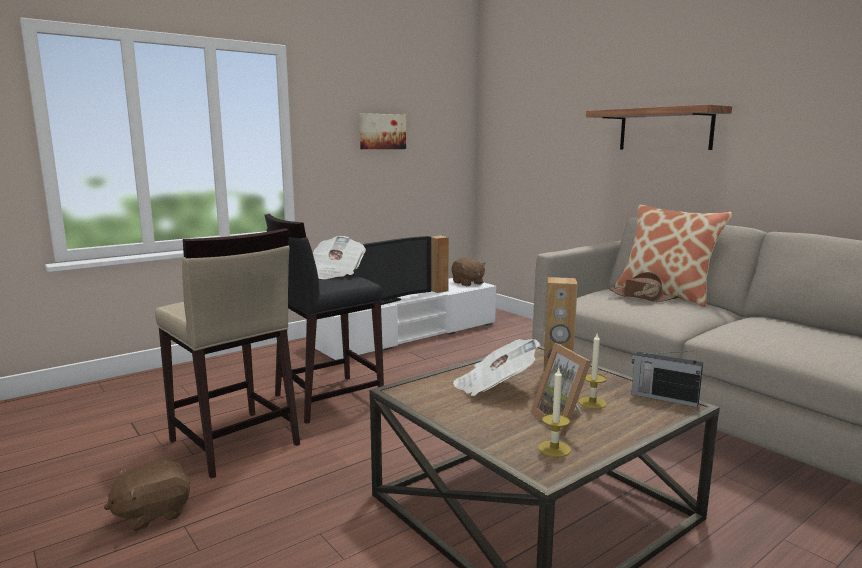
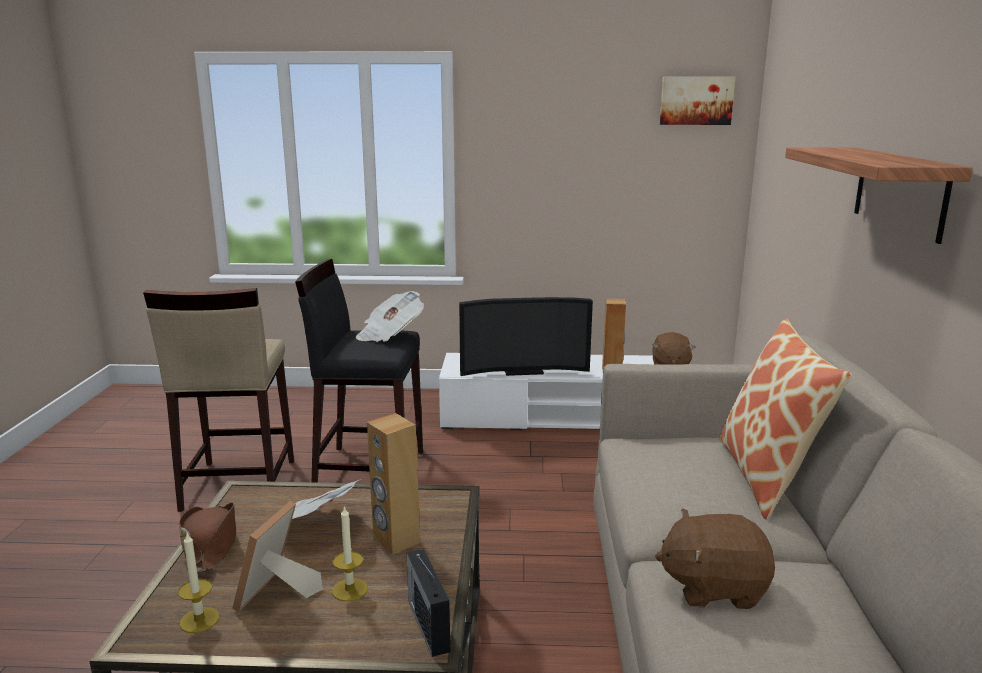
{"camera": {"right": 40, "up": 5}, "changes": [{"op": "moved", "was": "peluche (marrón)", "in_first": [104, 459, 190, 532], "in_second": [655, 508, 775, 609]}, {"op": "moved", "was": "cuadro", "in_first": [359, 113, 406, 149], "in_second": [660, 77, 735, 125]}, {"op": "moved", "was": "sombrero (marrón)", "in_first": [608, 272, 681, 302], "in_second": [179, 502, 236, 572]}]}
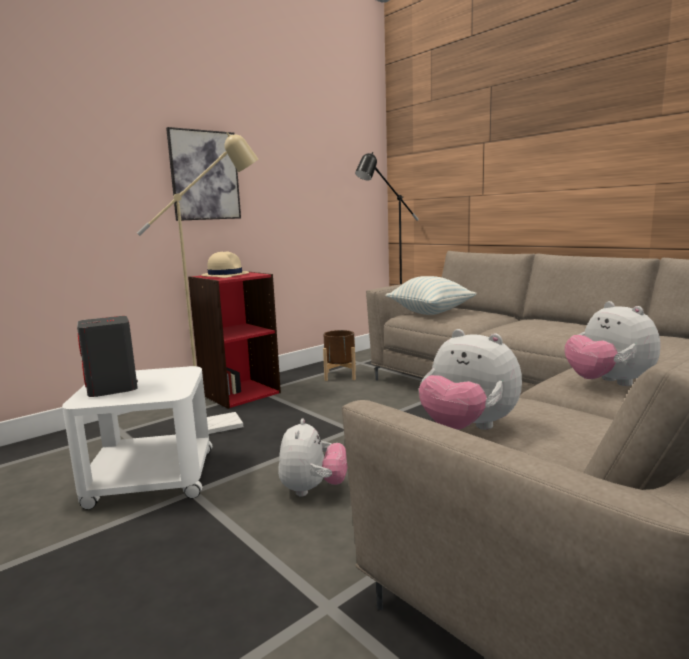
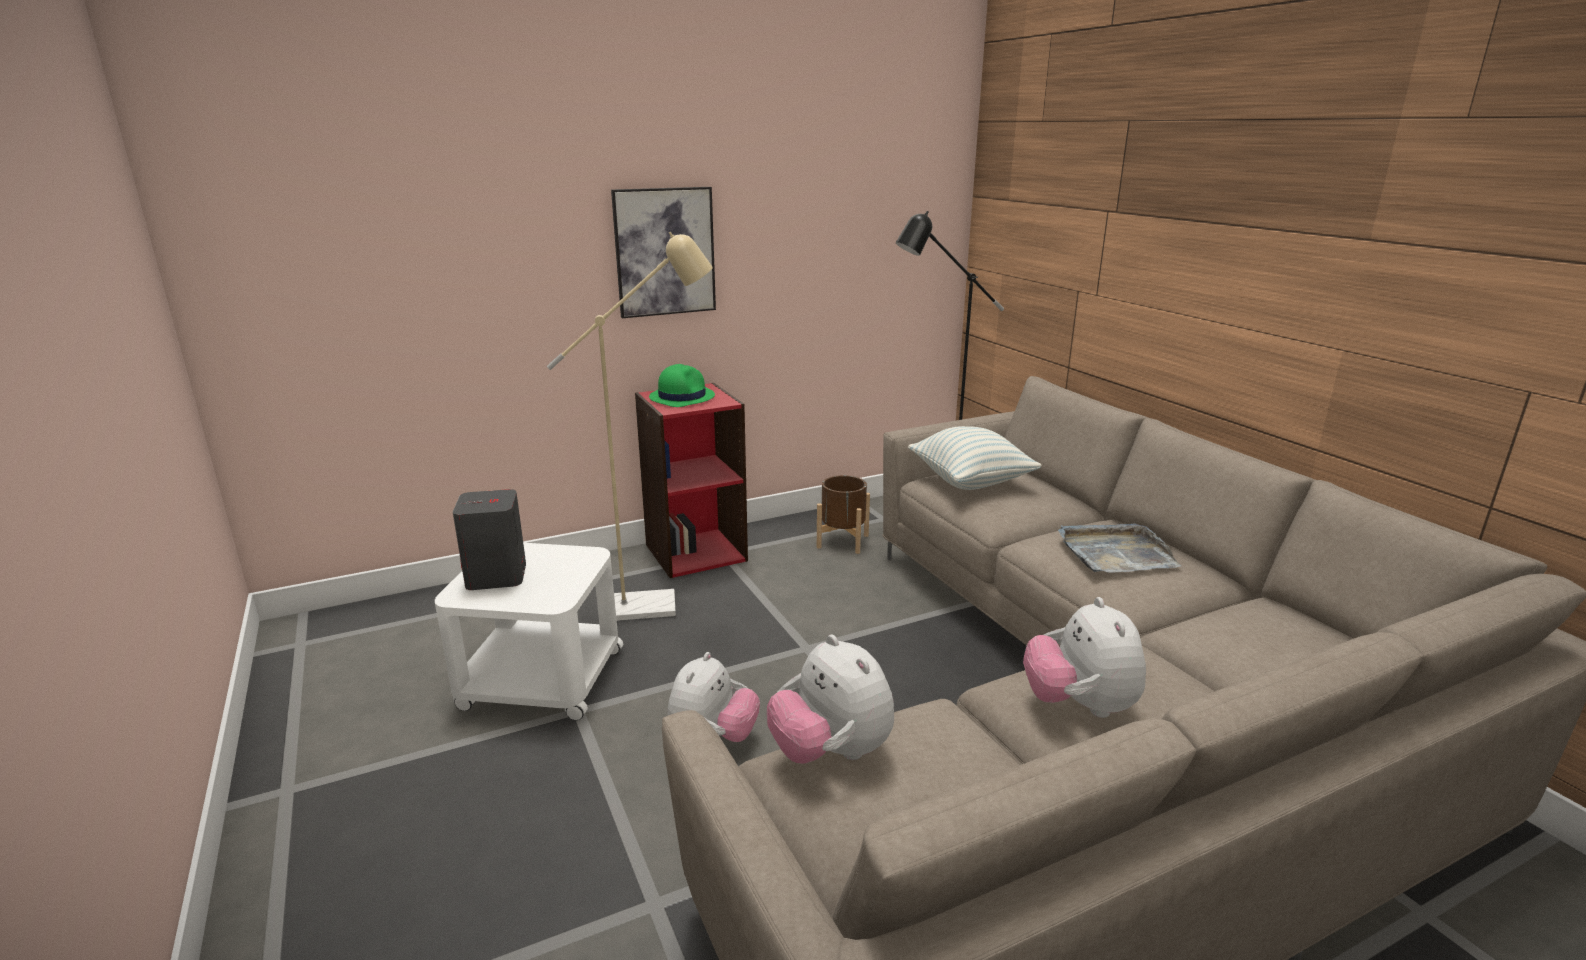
{"camera": {"right": 15, "up": 10}, "changes": [{"op": "recoloured", "was": "sombrero (beis)", "now": "sombrero (verde)", "in_first": [201, 251, 249, 278], "in_second": [649, 364, 715, 407]}, {"op": "added", "now": "bandeja (gris)", "in_second": [1058, 524, 1181, 573]}]}
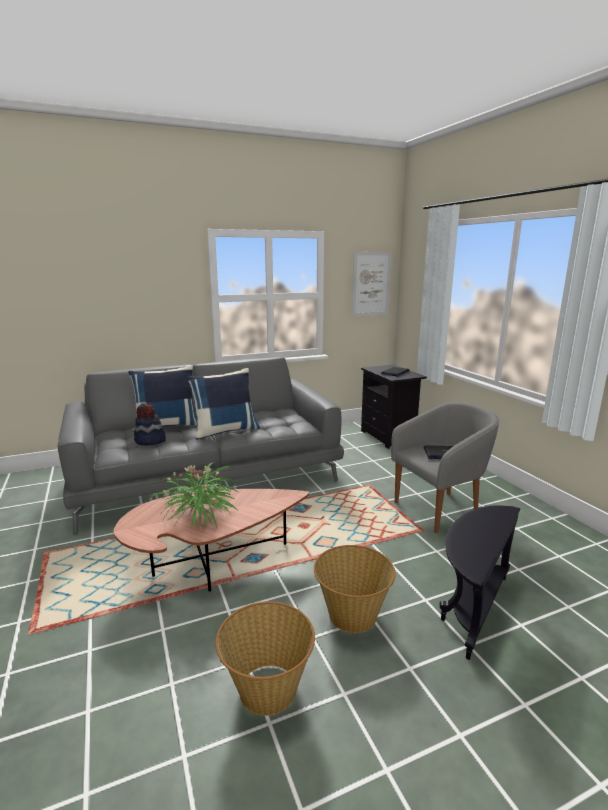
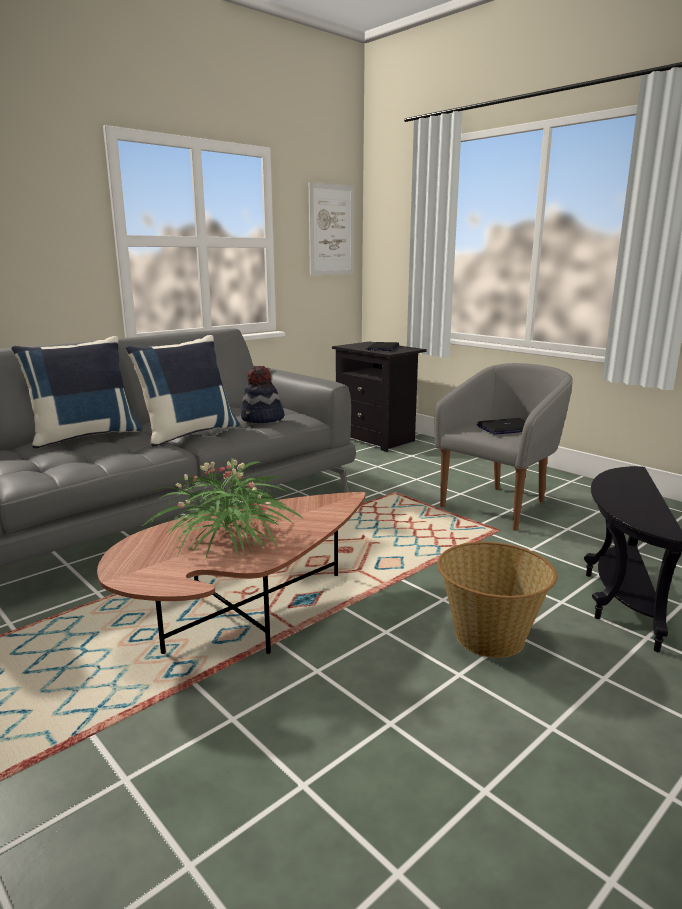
{"camera": {"right": -20, "up": 0}, "changes": [{"op": "moved", "was": "sombrero", "in_first": [134, 403, 166, 445], "in_second": [241, 366, 285, 423]}, {"op": "removed", "was": "cesta", "in_first": [215, 602, 315, 716]}]}
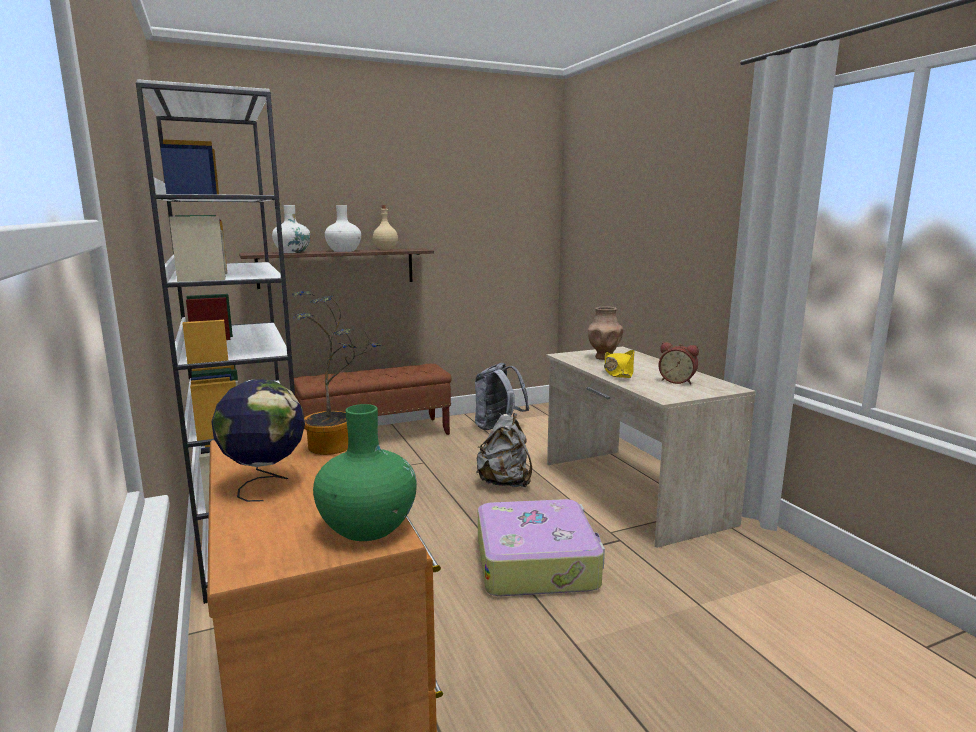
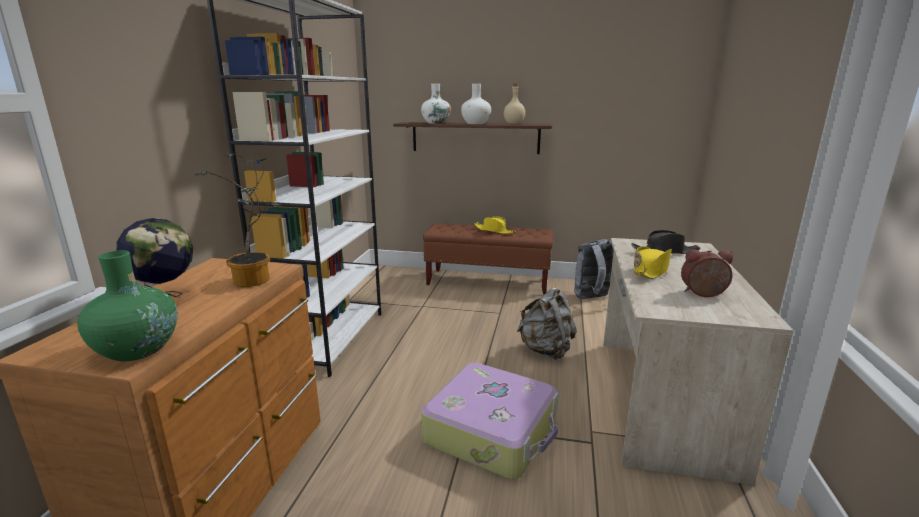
{"camera": {"right": 35, "up": 5}, "changes": [{"op": "replaced", "was": "florero (marrón)", "now": "sombrero (negro)", "in_first": [588, 306, 623, 360], "in_second": [631, 230, 700, 254]}, {"op": "turned", "was": "despertador", "in_first": [658, 342, 699, 384], "in_second": [681, 249, 733, 297], "clockwise": 120}, {"op": "added", "now": "sombrero (amarillo)", "in_second": [474, 216, 516, 234]}]}
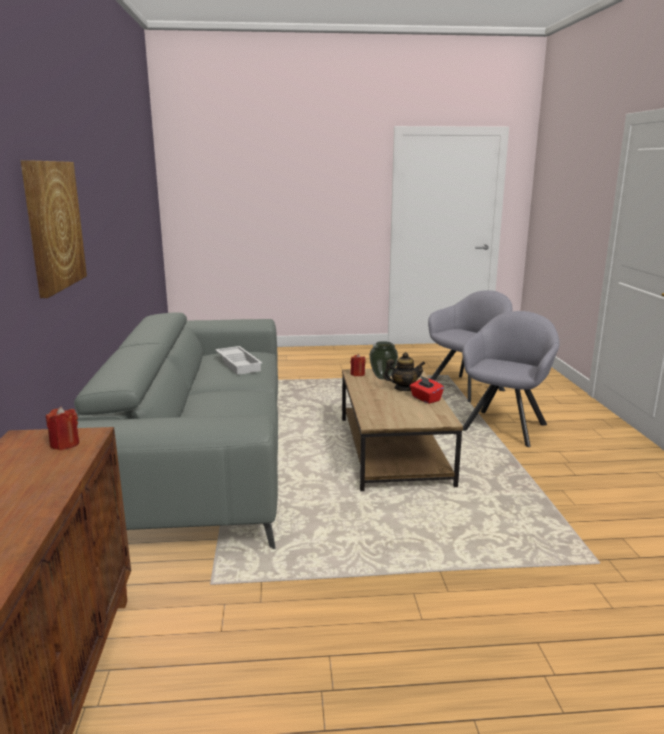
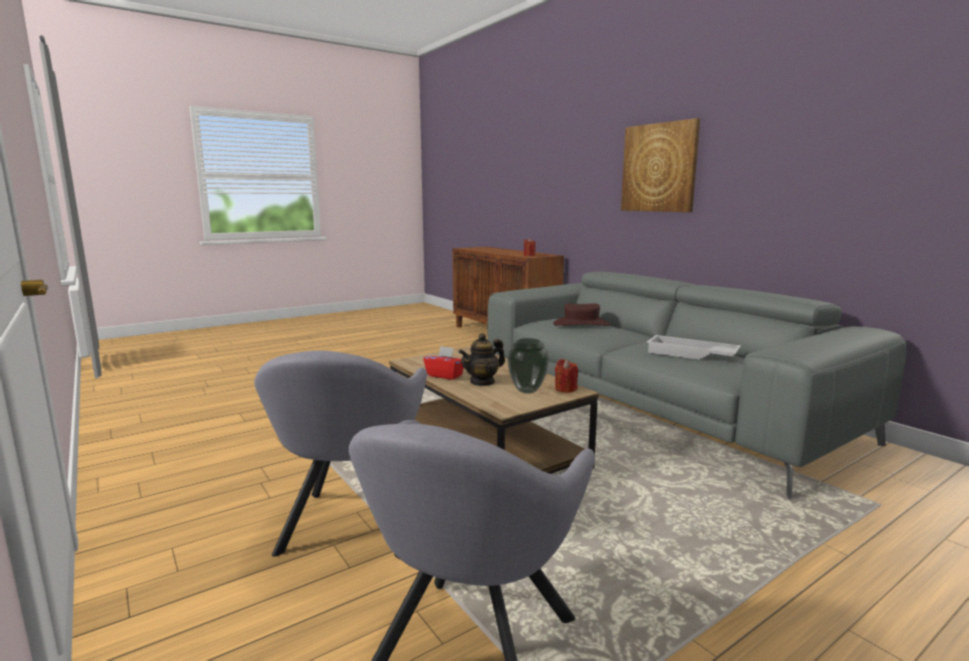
{"camera": {"right": 150, "up": -5}, "changes": [{"op": "added", "now": "sombrero (marrón)", "in_second": [553, 303, 610, 326]}]}
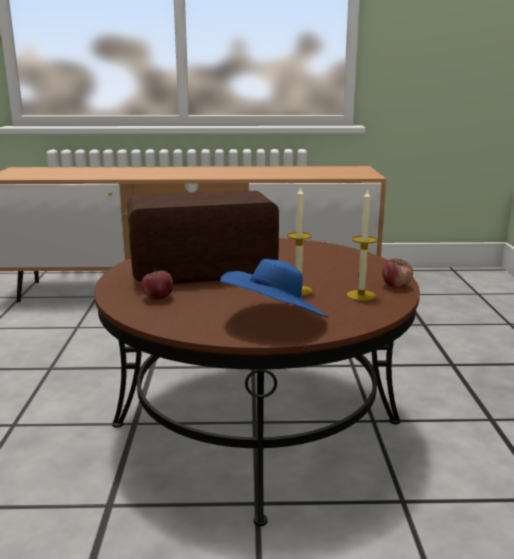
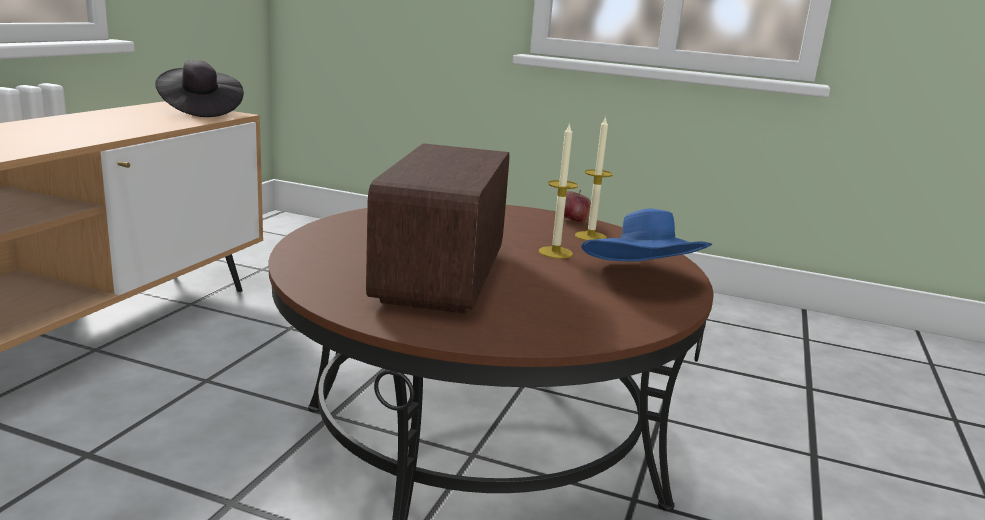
{"camera": {"right": -70, "up": 0}, "changes": [{"op": "removed", "was": "manzana", "in_first": [141, 268, 173, 300]}, {"op": "added", "now": "sombrero (negro)", "in_second": [155, 60, 244, 117]}]}
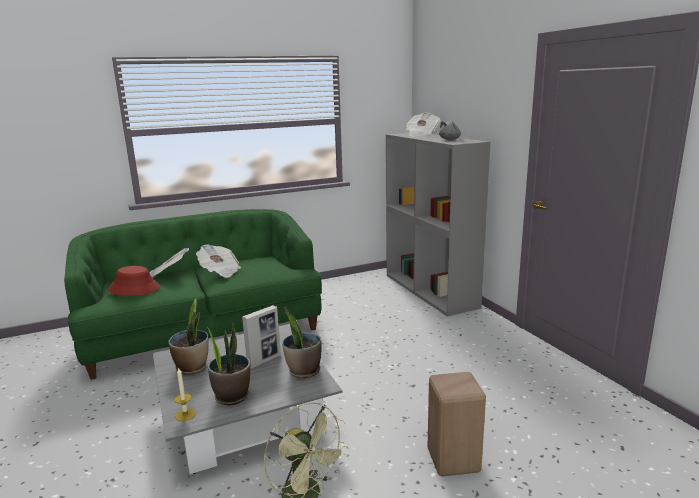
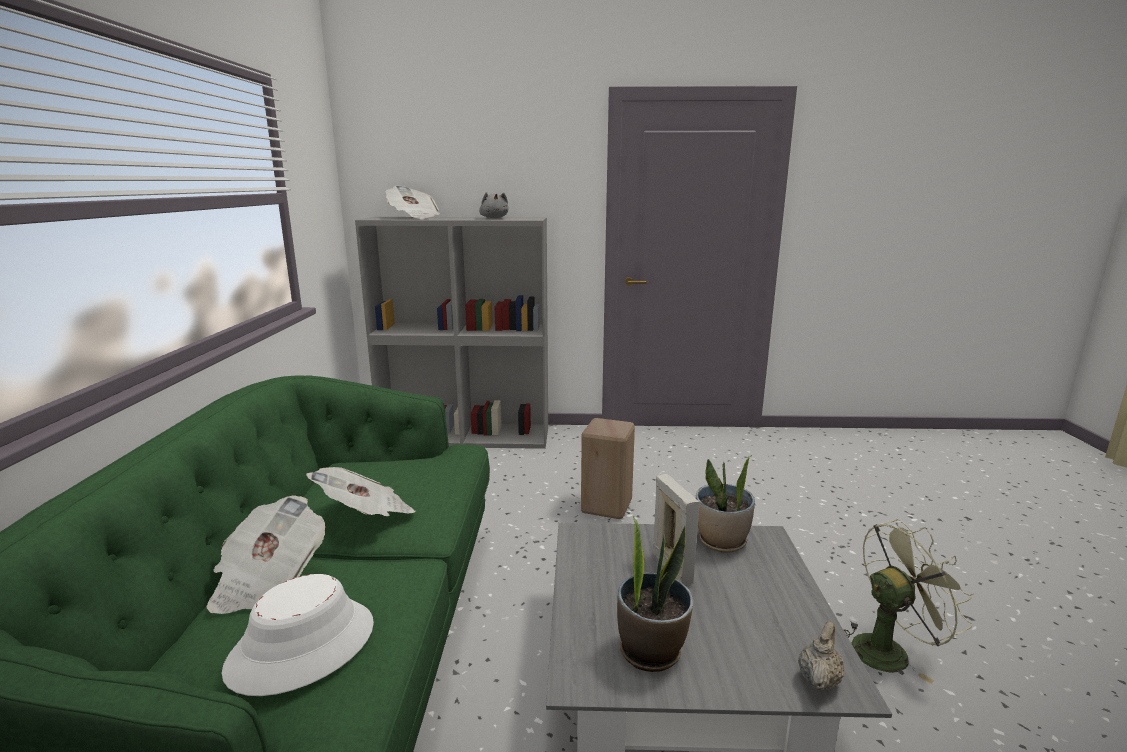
{"camera": {"right": -65, "up": 0}, "changes": [{"op": "recoloured", "was": "sombrero (rojo)", "now": "sombrero (blanco)", "in_first": [108, 266, 161, 296], "in_second": [222, 574, 374, 696]}, {"op": "replaced", "was": "vela", "now": "tetera (beis)", "in_first": [174, 367, 196, 421], "in_second": [798, 621, 844, 691]}, {"op": "removed", "was": "planta en maceta", "in_first": [206, 322, 250, 406]}, {"op": "moved", "was": "taburete (beis)", "in_first": [428, 372, 486, 477], "in_second": [581, 418, 635, 519]}]}
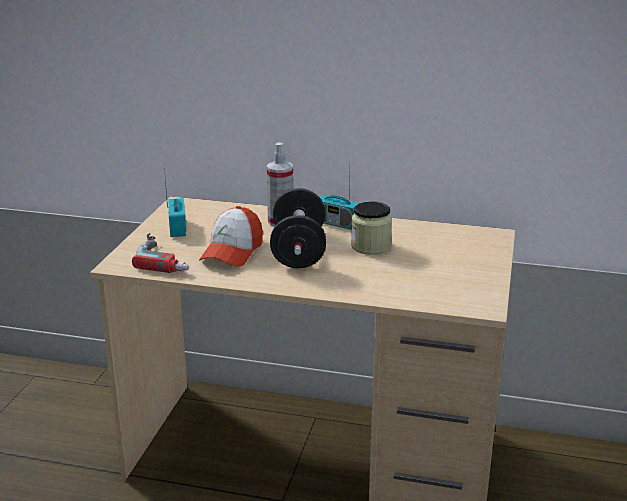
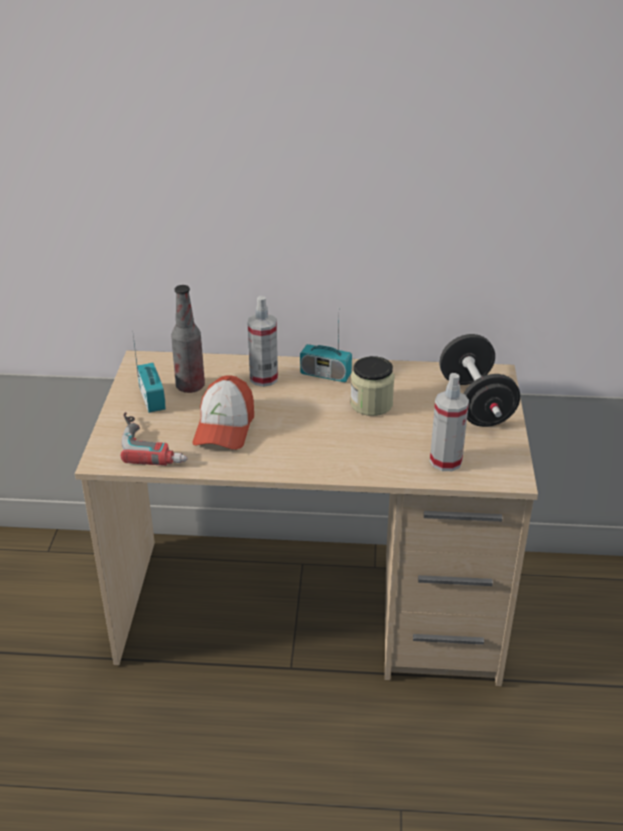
{"camera": {"right": -10, "up": 10}, "changes": [{"op": "moved", "was": "mancuerna (negro)", "in_first": [270, 188, 326, 268], "in_second": [439, 334, 520, 427]}, {"op": "added", "now": "botella", "in_second": [171, 285, 205, 393]}, {"op": "added", "now": "pulverizador", "in_second": [430, 373, 469, 471]}]}
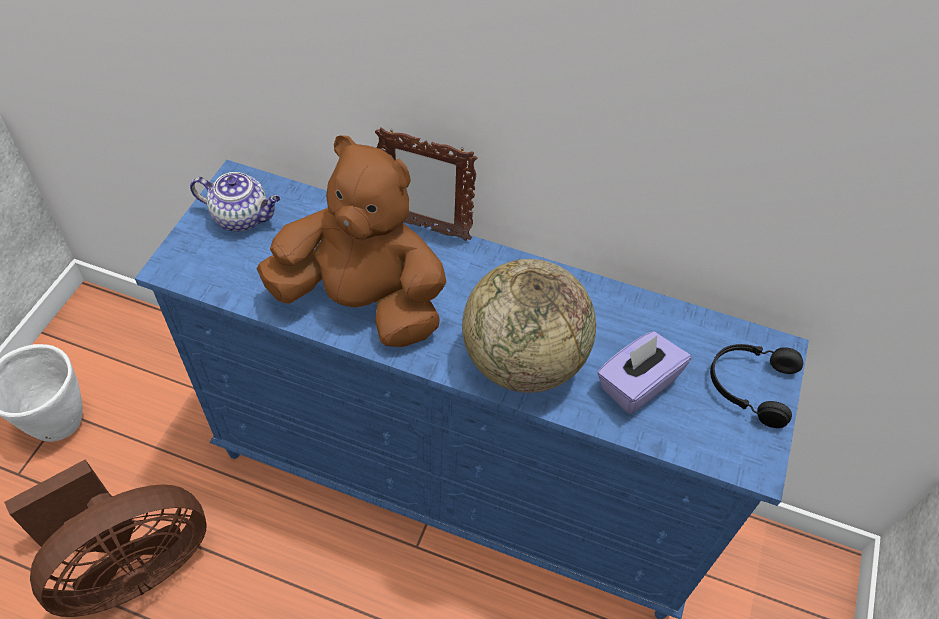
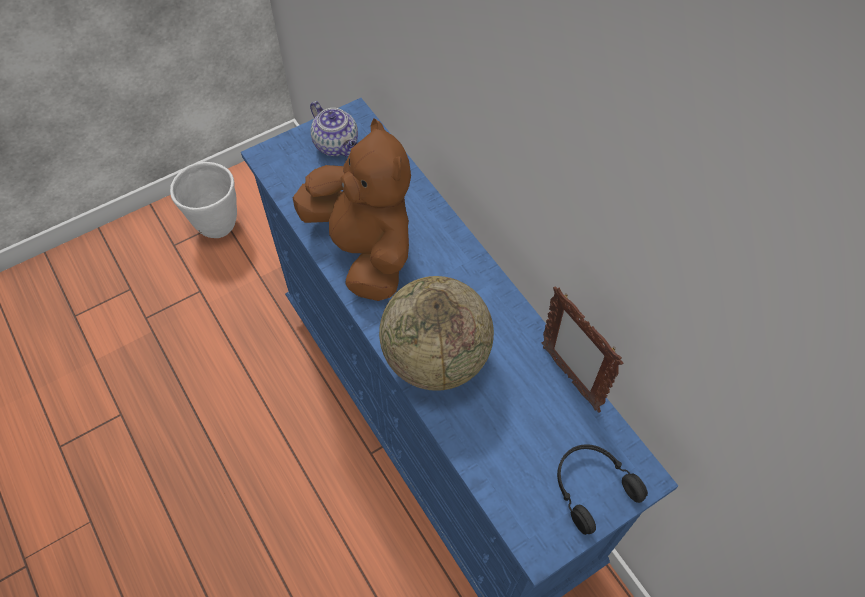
{"camera": {"right": 40, "up": 5}, "changes": [{"op": "removed", "was": "ventilador (marrón)", "in_first": [4, 459, 207, 617]}, {"op": "moved", "was": "portarretratos", "in_first": [375, 127, 478, 241], "in_second": [542, 286, 623, 412]}, {"op": "removed", "was": "caja de pañuelos (morado)", "in_first": [597, 331, 691, 414]}]}
